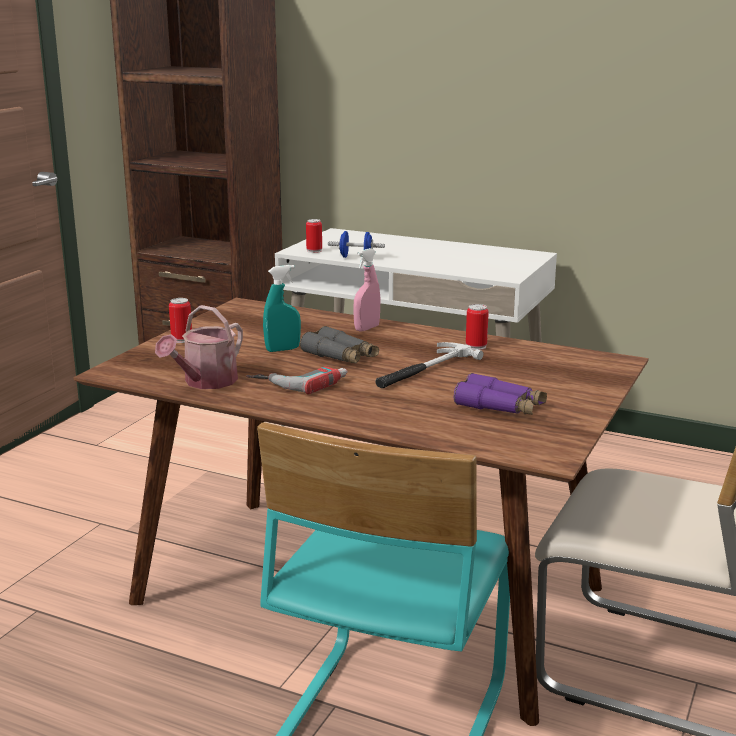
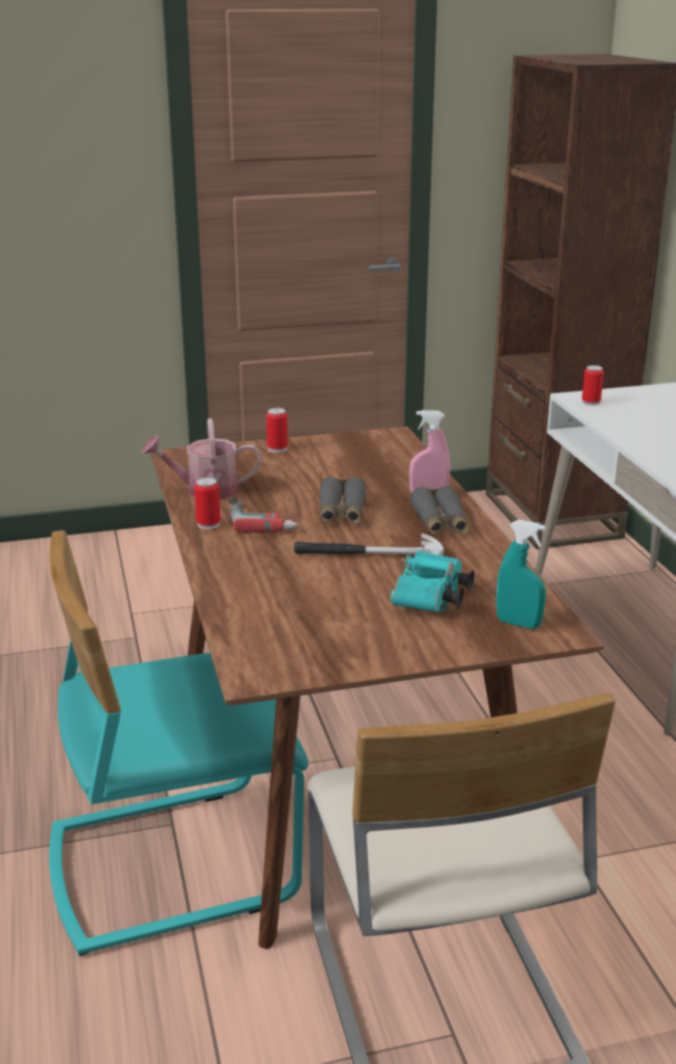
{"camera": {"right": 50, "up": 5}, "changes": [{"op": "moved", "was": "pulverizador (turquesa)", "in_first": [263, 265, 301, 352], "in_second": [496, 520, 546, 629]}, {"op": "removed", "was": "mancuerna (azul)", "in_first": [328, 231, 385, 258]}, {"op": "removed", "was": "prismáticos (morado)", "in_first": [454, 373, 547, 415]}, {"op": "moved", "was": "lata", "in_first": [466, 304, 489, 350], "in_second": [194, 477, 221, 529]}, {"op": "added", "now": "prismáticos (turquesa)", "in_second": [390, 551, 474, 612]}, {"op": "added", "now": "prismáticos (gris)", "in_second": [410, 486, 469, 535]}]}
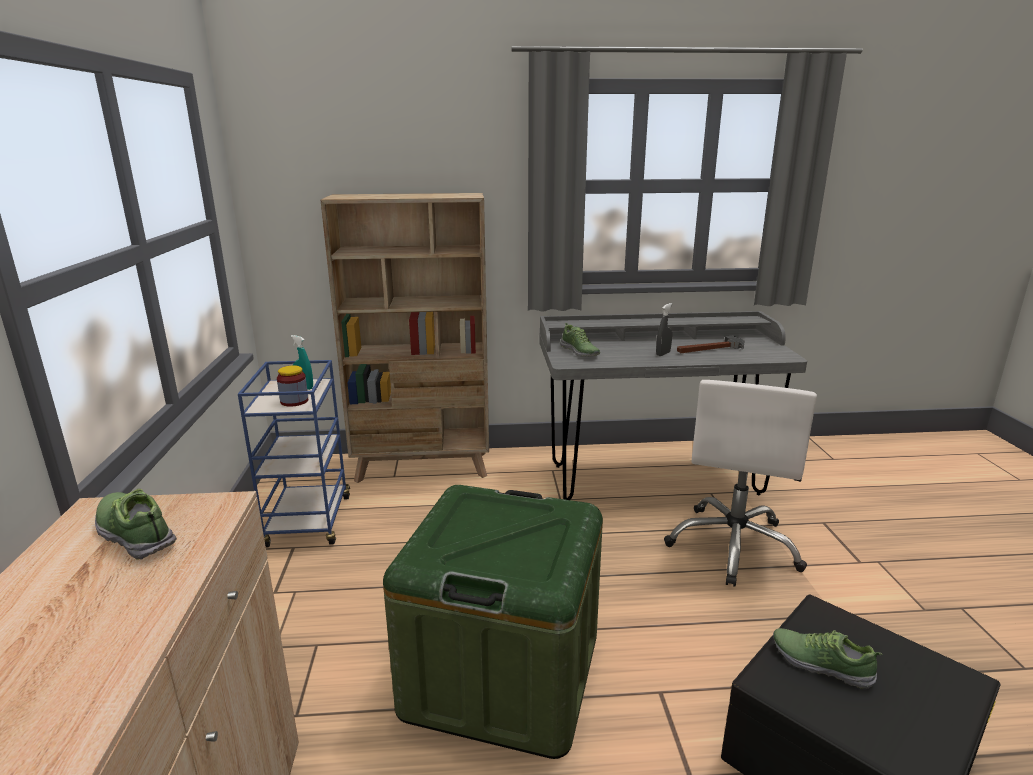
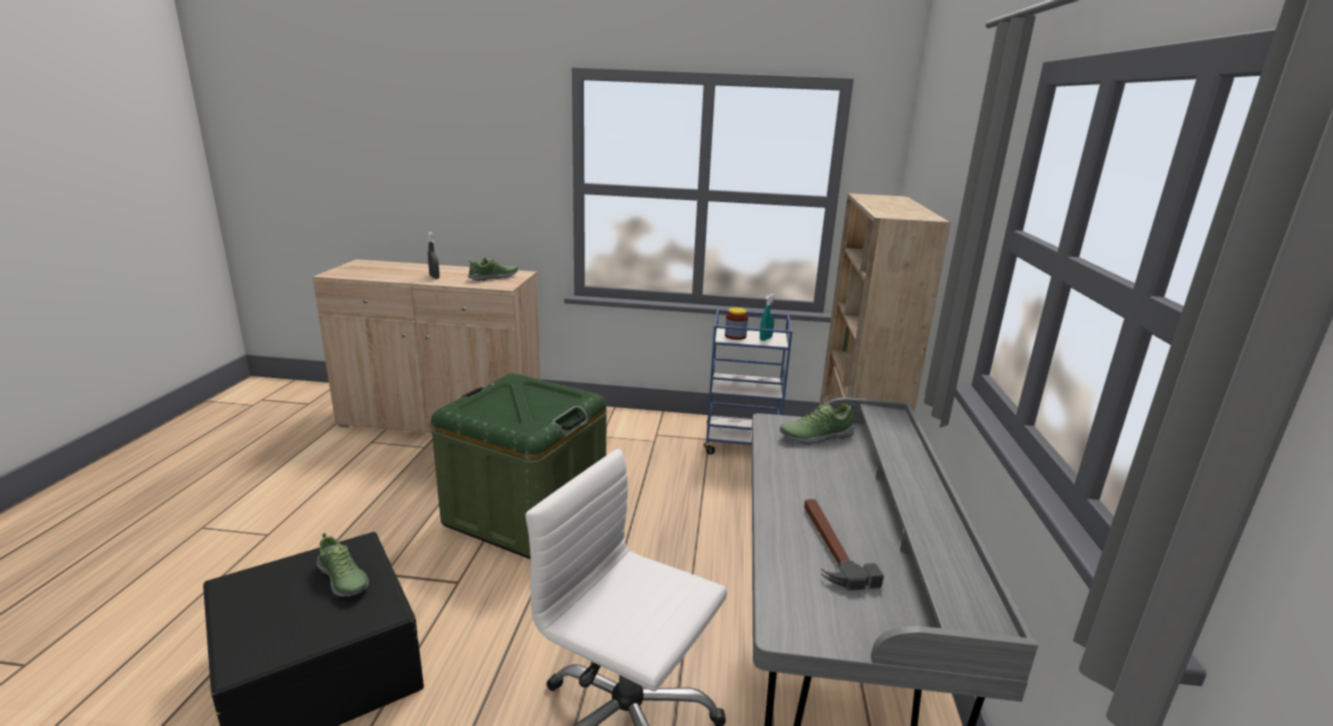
{"camera": {"right": 100, "up": 0}, "changes": [{"op": "moved", "was": "pulverizador (gris)", "in_first": [656, 303, 673, 356], "in_second": [428, 232, 440, 279]}, {"op": "turned", "was": "zapato", "in_first": [773, 628, 883, 689], "in_second": [316, 533, 369, 597], "clockwise": 90}]}
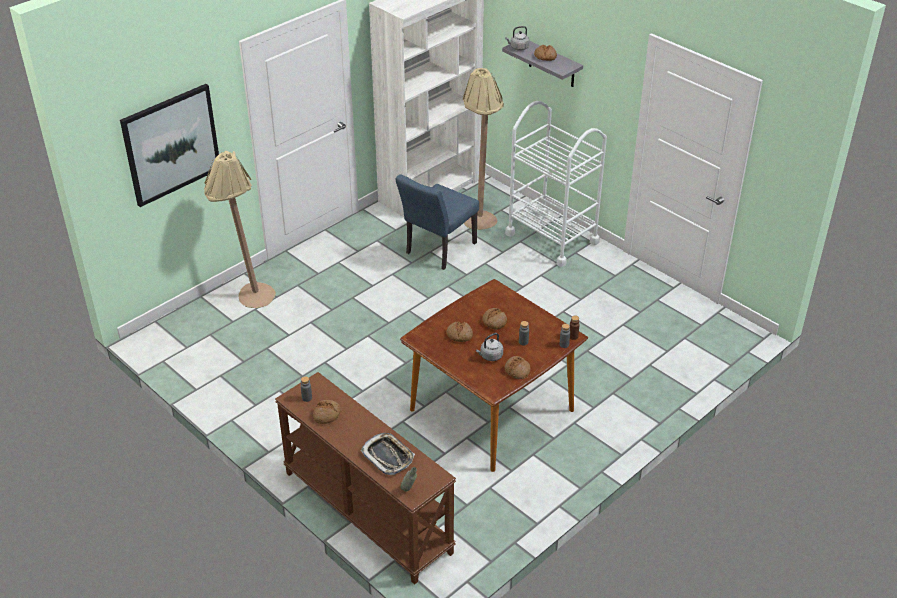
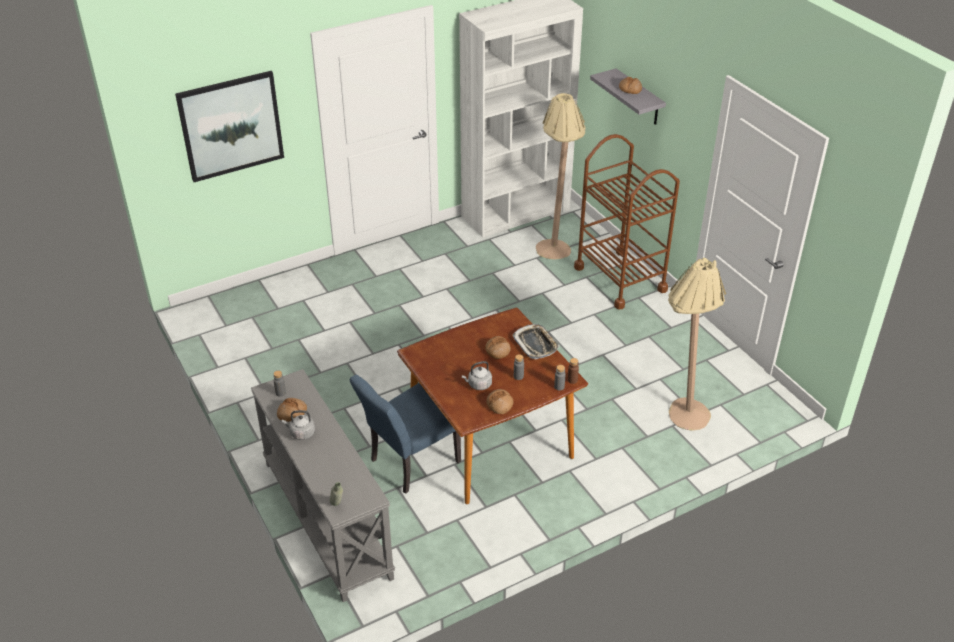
{"camera": {"right": 15, "up": 0}, "changes": [{"op": "moved", "was": "lámpara de pie (beis)", "in_first": [204, 151, 276, 308], "in_second": [668, 258, 726, 431]}, {"op": "recoloured", "was": "mesa consola (marrón)", "now": "mesa consola (gris)", "in_first": [275, 372, 456, 585], "in_second": [251, 369, 395, 602]}, {"op": "moved", "was": "bandeja", "in_first": [361, 433, 415, 475], "in_second": [512, 324, 560, 359]}, {"op": "moved", "was": "silla (azul)", "in_first": [396, 174, 479, 270], "in_second": [349, 375, 461, 494]}, {"op": "removed", "was": "pan", "in_first": [447, 321, 473, 342]}, {"op": "moved", "was": "hervidor (gris)", "in_first": [505, 26, 529, 51], "in_second": [282, 410, 315, 440]}, {"op": "recoloured", "was": "carrito (blanco)", "now": "carrito (marrón)", "in_first": [505, 101, 607, 267], "in_second": [574, 134, 680, 310]}]}
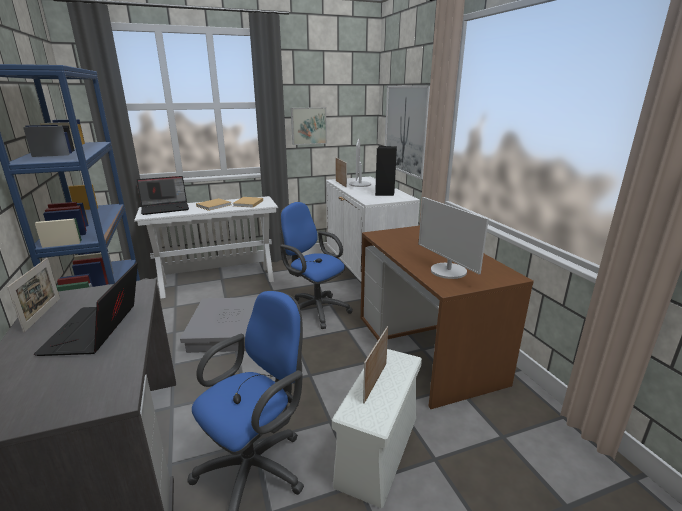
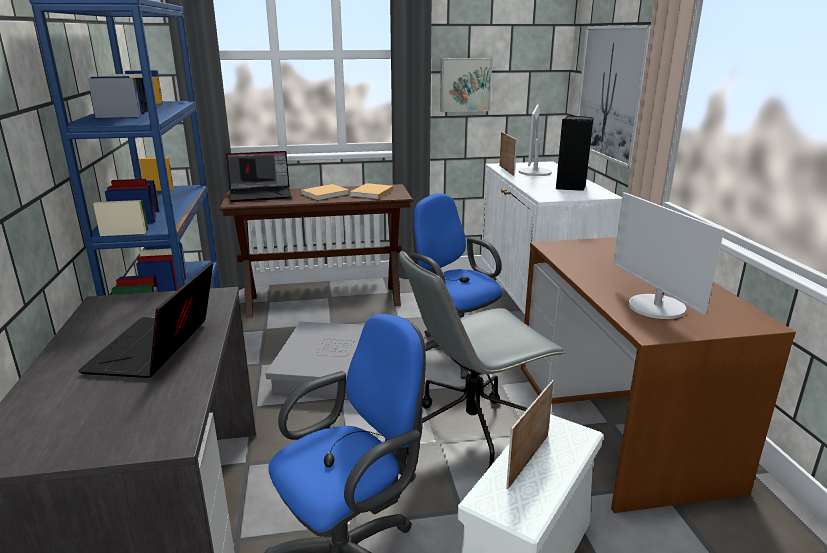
{"camera": {"right": 10, "up": 0}, "changes": [{"op": "removed", "was": "portarretratos", "in_first": [7, 258, 60, 333]}, {"op": "recoloured", "was": "mesa consola (blanco)", "now": "mesa consola (marrón)", "in_first": [134, 196, 278, 298], "in_second": [219, 184, 413, 317]}, {"op": "added", "now": "silla de oficina (gris)", "in_second": [399, 250, 566, 471]}]}
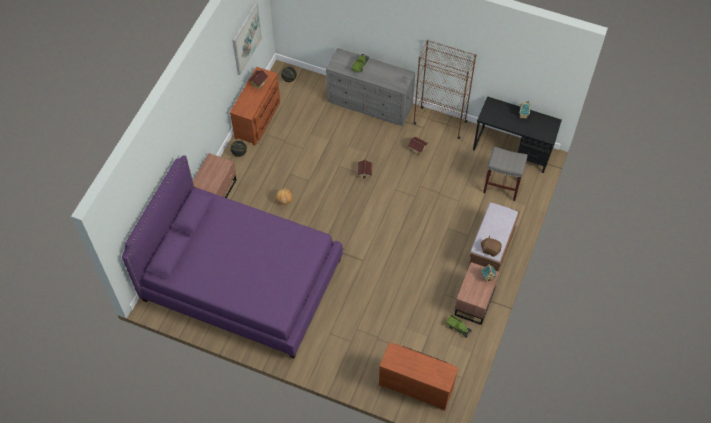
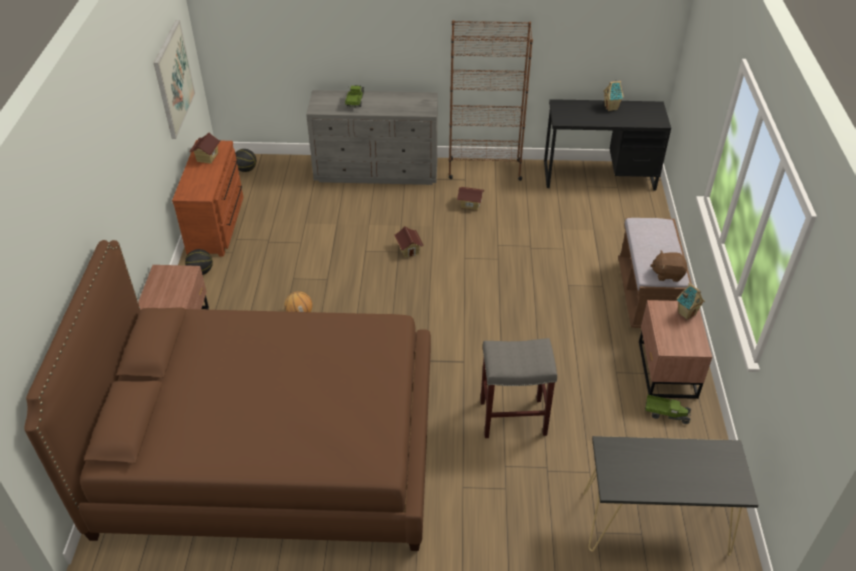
{"camera": {"right": -20, "up": -15}, "changes": [{"op": "recoloured", "was": "cama (morado)", "now": "cama (marrón)", "in_first": [122, 155, 343, 358], "in_second": [24, 240, 431, 551]}, {"op": "replaced", "was": "cómoda (marrón)", "now": "mesa consola (negro)", "in_first": [379, 342, 459, 411], "in_second": [583, 436, 759, 556]}, {"op": "moved", "was": "taburete (gris)", "in_first": [483, 146, 528, 201], "in_second": [480, 338, 557, 438]}]}
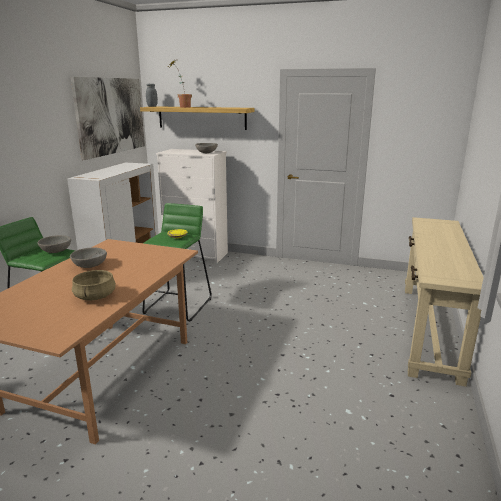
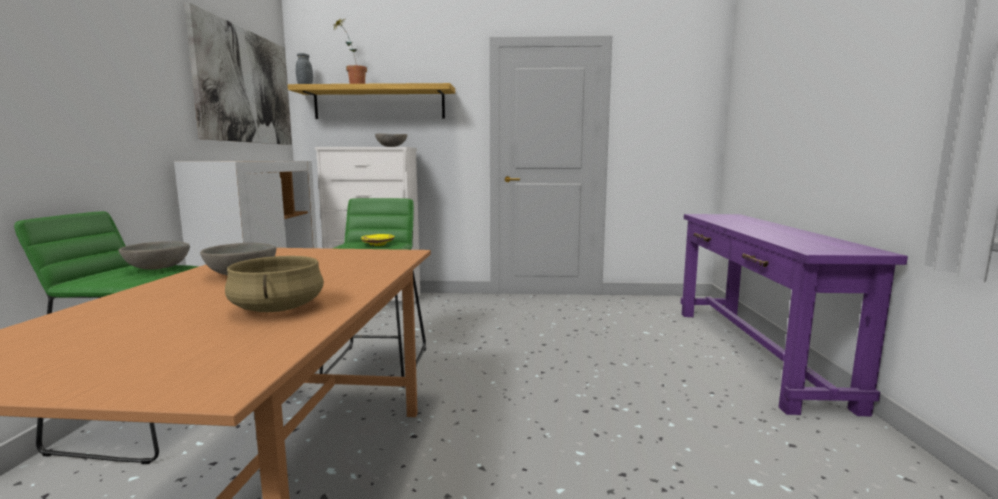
{"camera": {"right": -15, "up": -10}, "changes": [{"op": "recoloured", "was": "mesa consola (beis)", "now": "mesa consola (morado)", "in_first": [405, 217, 484, 387], "in_second": [681, 214, 908, 416]}]}
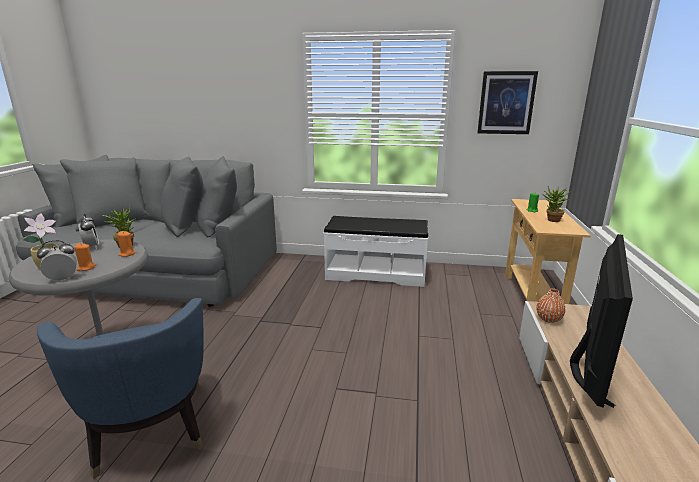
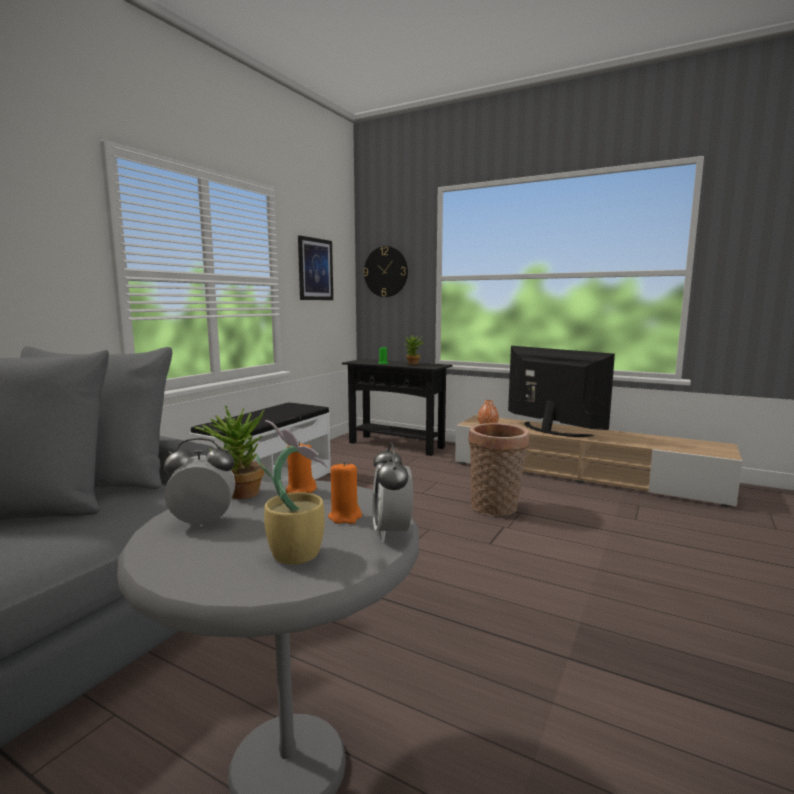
{"camera": {"right": -70, "up": -10}, "changes": [{"op": "removed", "was": "sillón (azul)", "in_first": [37, 298, 204, 479]}, {"op": "recoloured", "was": "mesa consola (beis)", "now": "mesa consola (negro)", "in_first": [505, 199, 591, 304], "in_second": [342, 359, 452, 456]}, {"op": "added", "now": "reloj de pared", "in_second": [363, 246, 408, 297]}, {"op": "added", "now": "cesta", "in_second": [468, 423, 529, 516]}]}
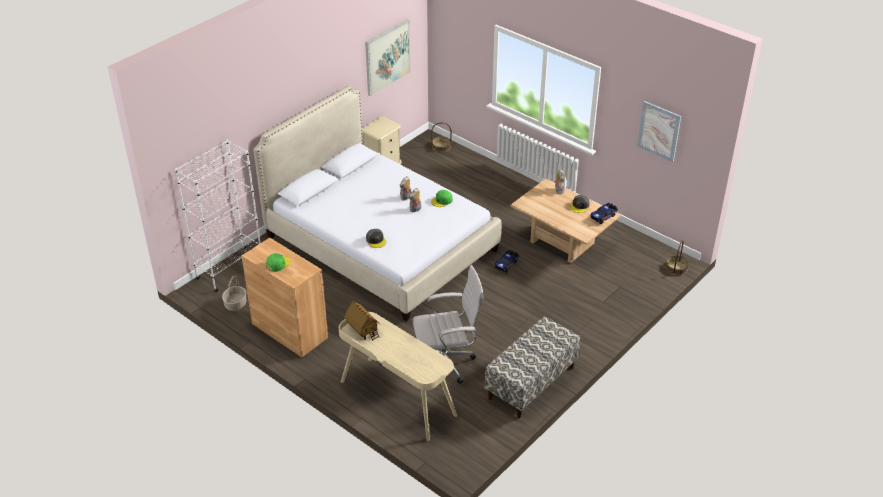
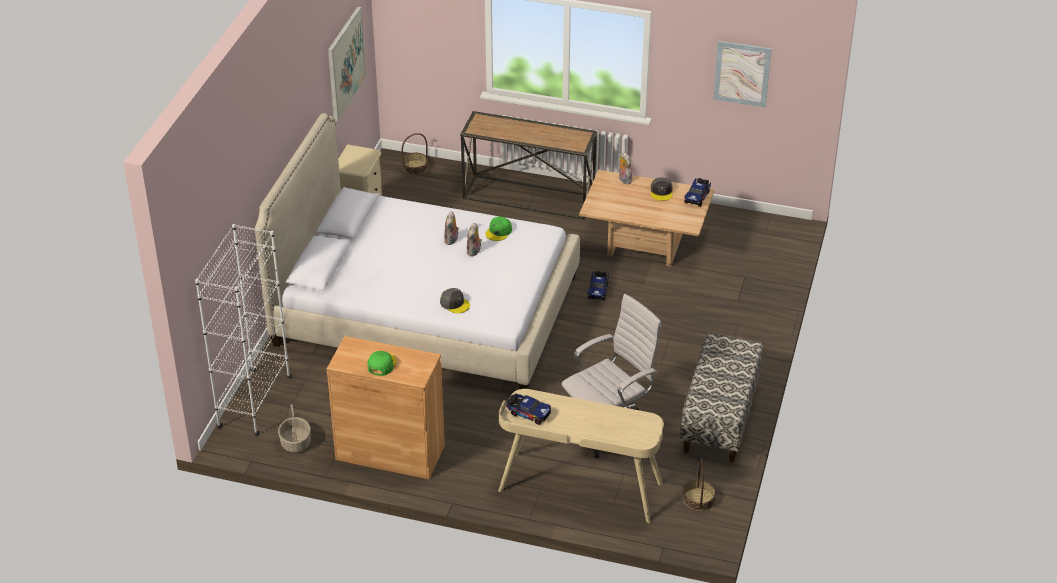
{"camera": {"right": -25, "up": 0}, "changes": [{"op": "replaced", "was": "casita", "now": "camión de juguete", "in_first": [344, 301, 380, 341], "in_second": [506, 393, 551, 425]}, {"op": "moved", "was": "cesta", "in_first": [666, 240, 689, 275], "in_second": [683, 459, 716, 511]}, {"op": "added", "now": "mesa consola", "in_second": [460, 111, 597, 220]}]}
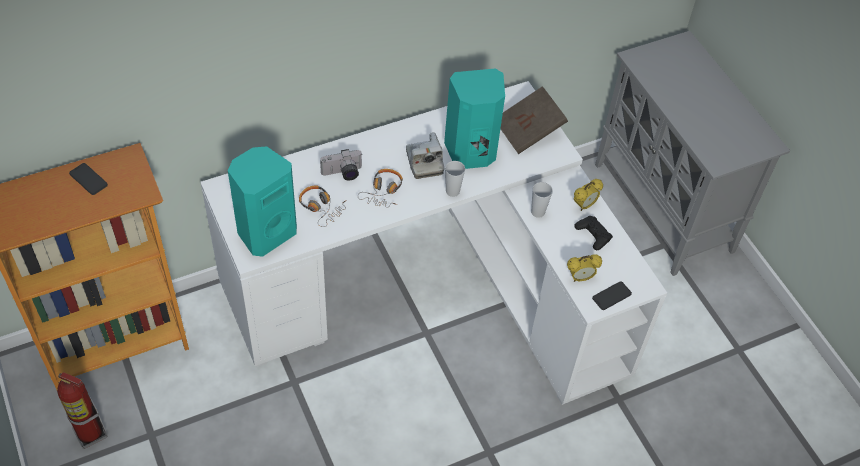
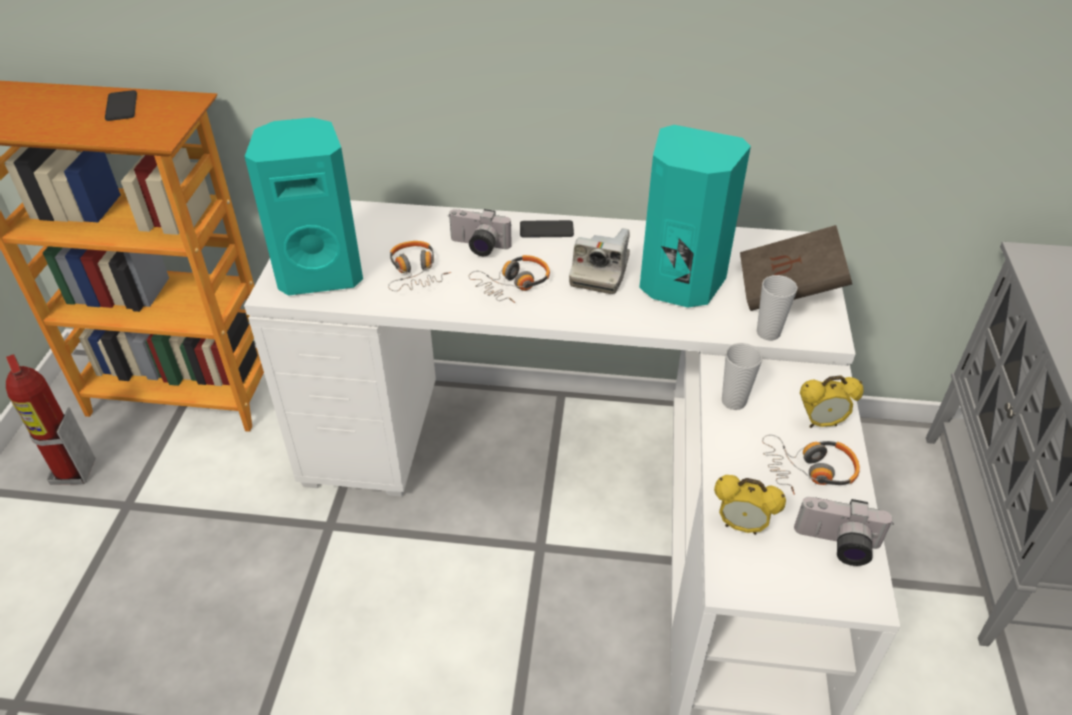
{"camera": {"right": 35, "up": -10}, "changes": [{"op": "moved", "was": "taza", "in_first": [445, 161, 465, 197], "in_second": [757, 275, 798, 341]}, {"op": "replaced", "was": "mando de consola (negro)", "now": "auriculares", "in_first": [574, 216, 613, 250], "in_second": [762, 434, 860, 495]}, {"op": "moved", "was": "móvil", "in_first": [592, 281, 632, 310], "in_second": [520, 220, 574, 238]}, {"op": "added", "now": "cámara", "in_second": [794, 497, 894, 566]}]}
